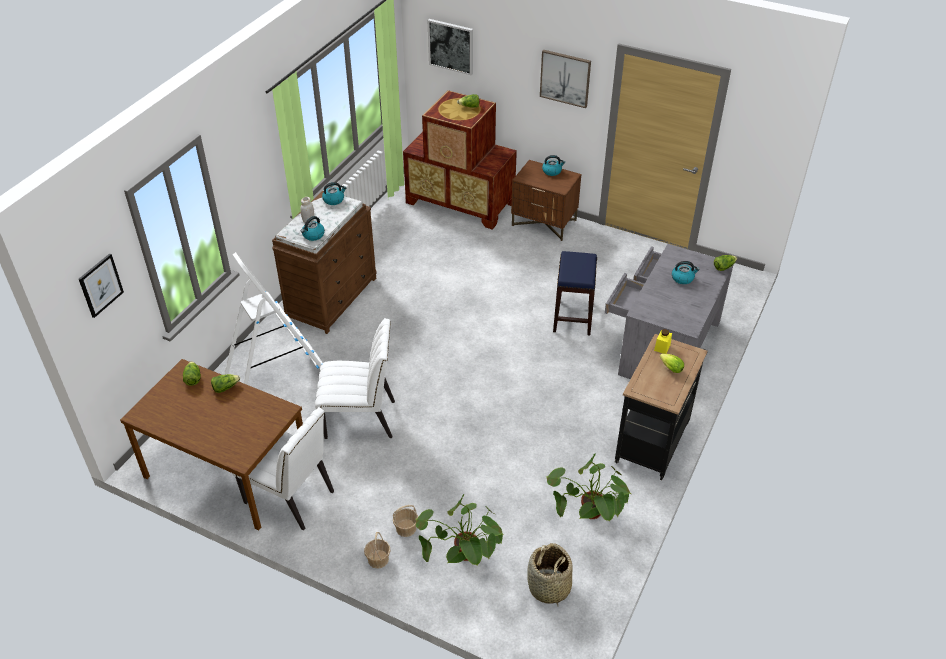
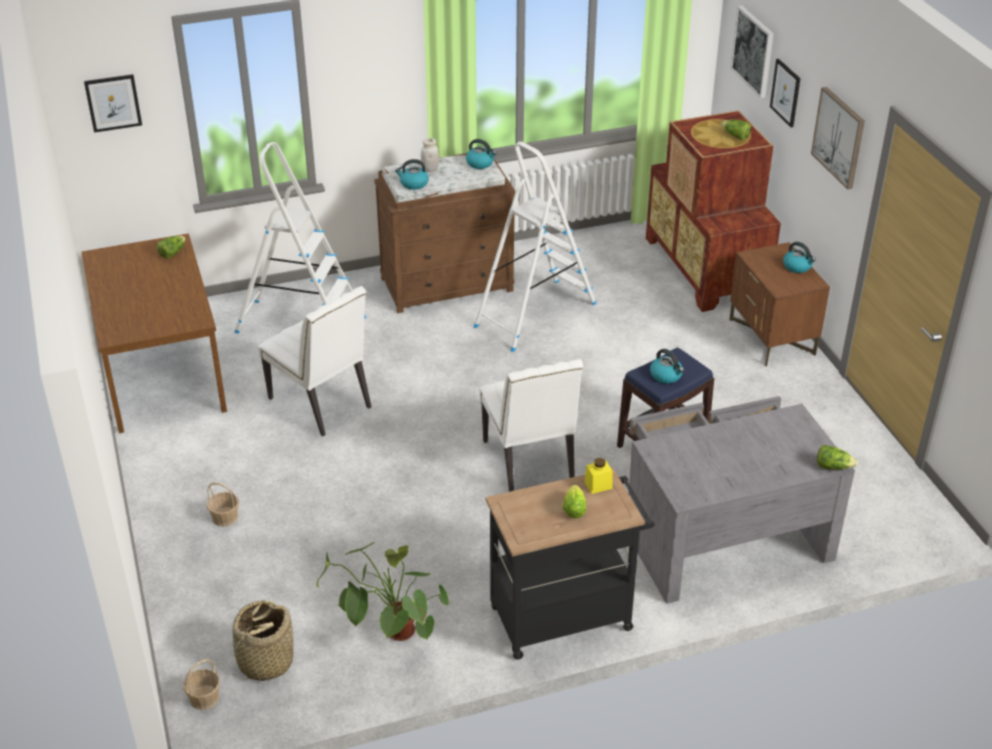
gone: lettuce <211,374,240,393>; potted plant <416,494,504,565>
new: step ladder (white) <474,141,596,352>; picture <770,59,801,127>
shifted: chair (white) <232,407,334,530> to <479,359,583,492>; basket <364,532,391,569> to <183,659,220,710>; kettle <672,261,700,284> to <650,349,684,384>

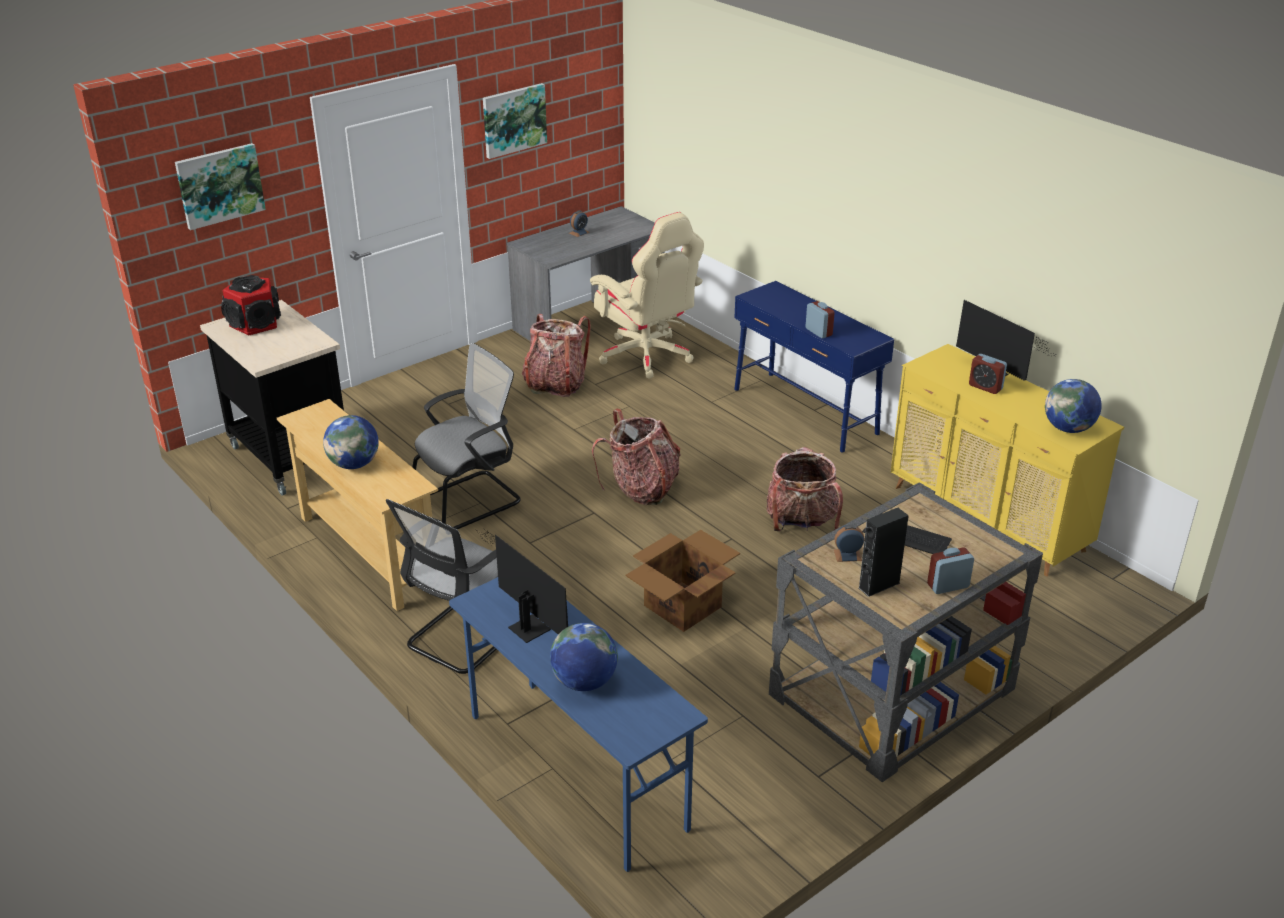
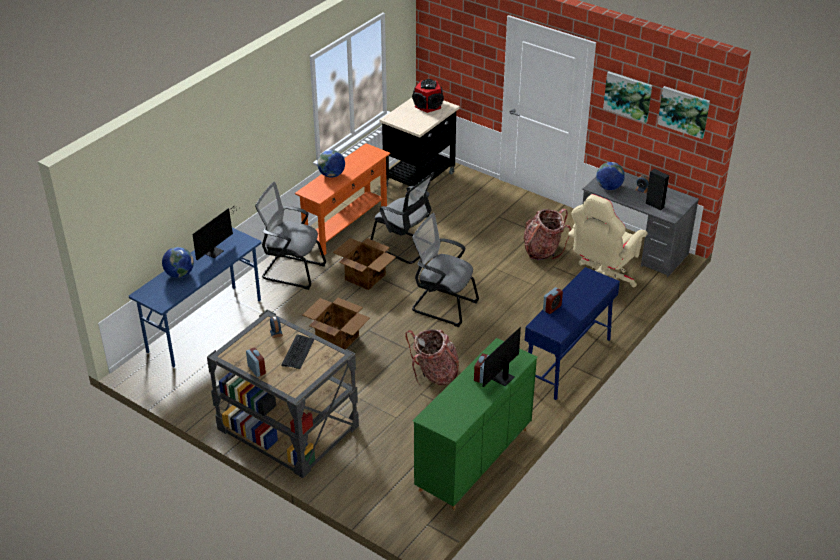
new: cardboard box <333,238,396,290>
shifted: picture <175,143,266,230> to <658,86,710,139>; speaker (black) <859,508,909,597> to <646,169,669,211>; globe <1045,379,1102,433> to <596,162,625,190>
swapped: backpack <592,408,681,505> to chair <412,213,479,327>
repainted: console table (beige) <277,399,438,611> to console table (orange) <295,143,390,255>; cabinet (yellow) <891,344,1124,577> to cabinet (green) <413,338,538,510>

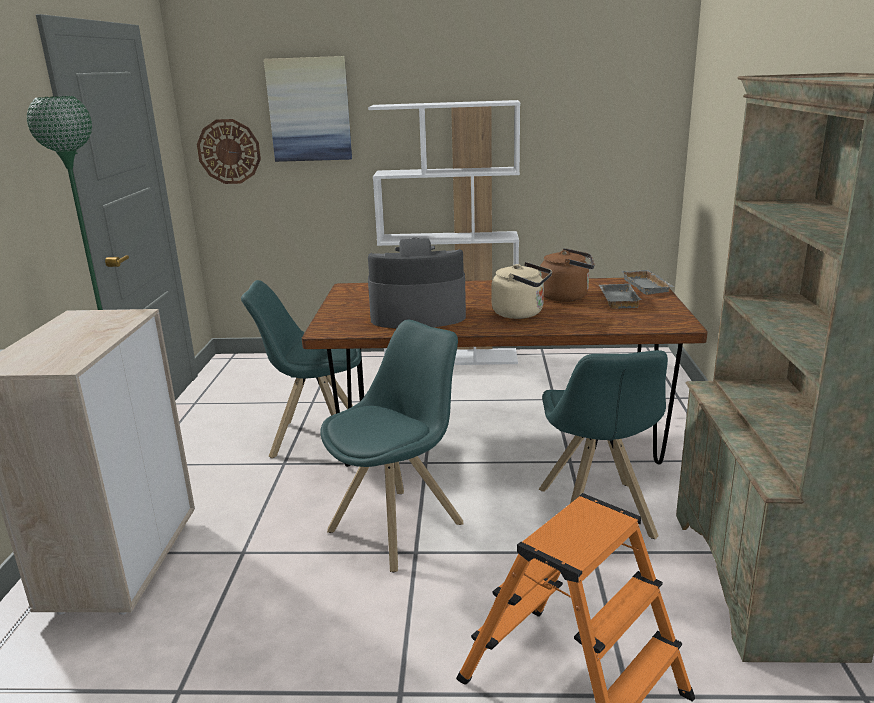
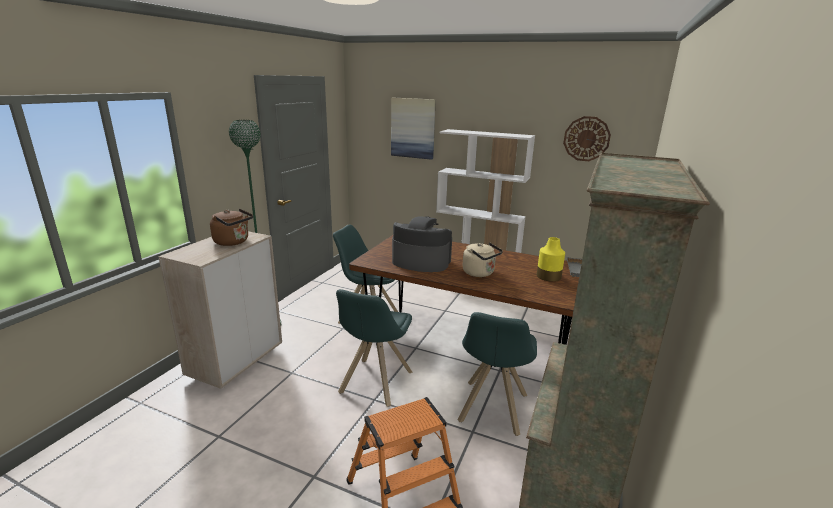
shifted: wall clock <197,119,261,184> to <563,116,611,161>; kettle (brown) <539,248,595,302> to <210,209,253,246>
swapped: tray (grey) <599,283,642,309> to vase (yellow) <537,237,565,282>
rotated: chair (turquoise) <320,320,463,572> = <336,289,413,407> 135 degrees clockwise

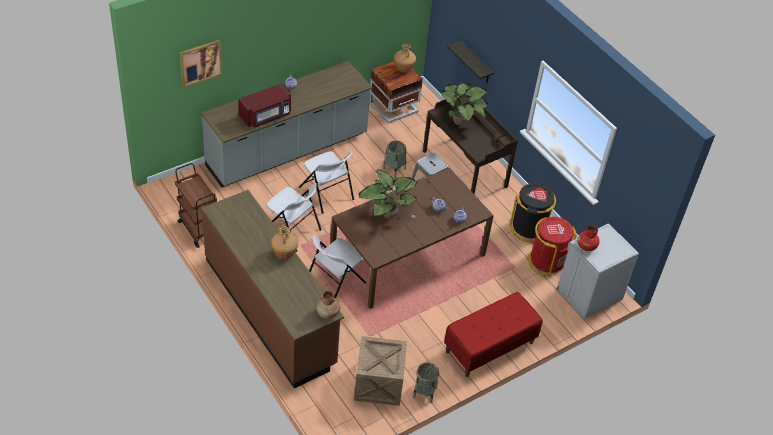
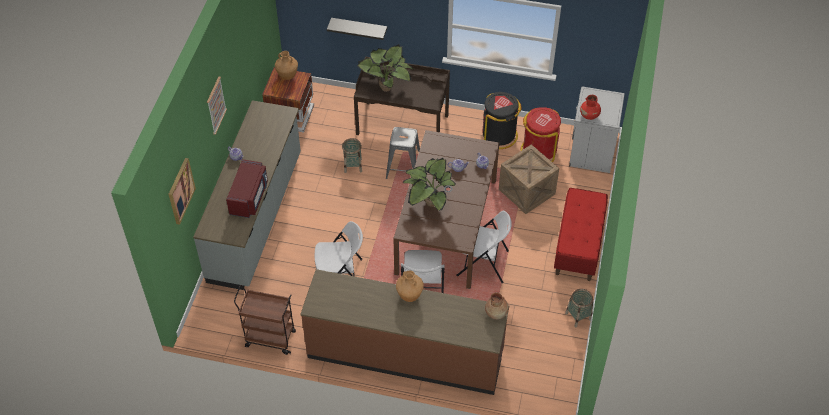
new: picture <207,77,227,135>
shifted: chair (white) <299,151,354,214> to <457,211,512,284>; crate <354,336,407,406> to <499,144,559,214>

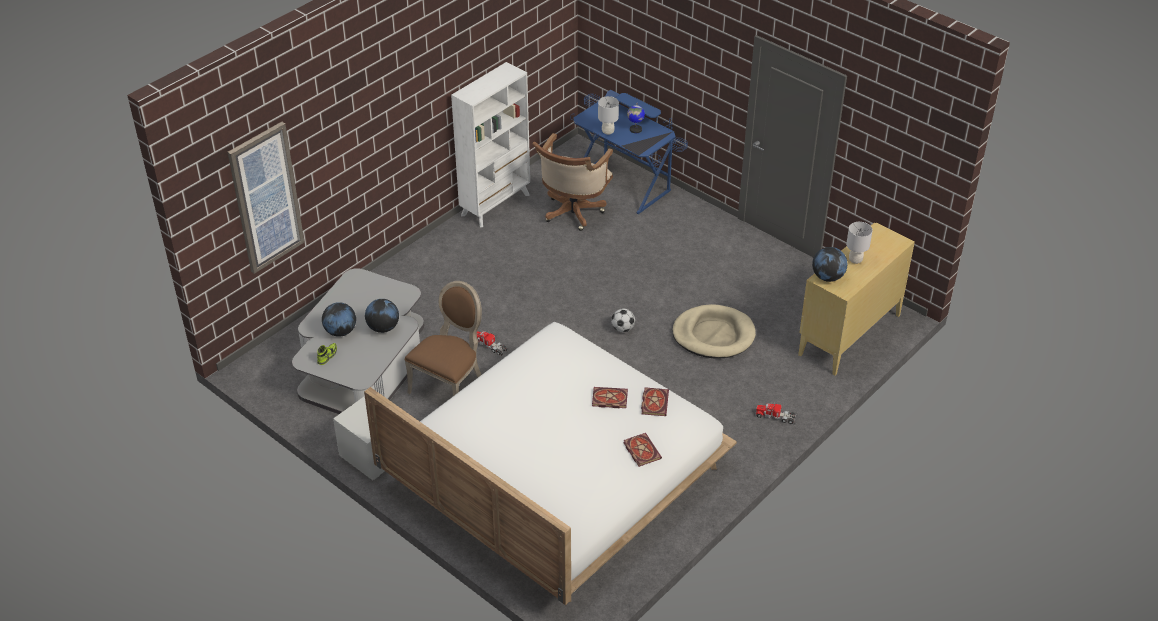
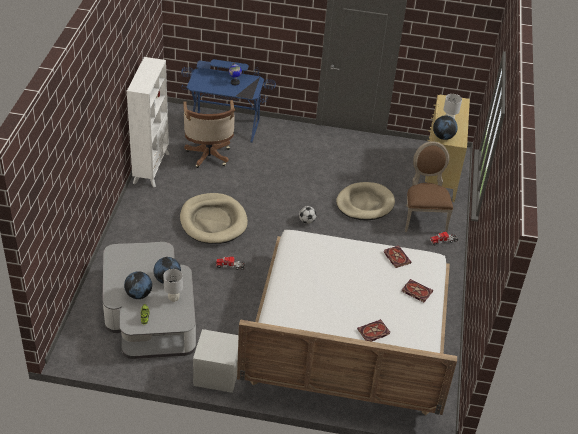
gone: picture <228,122,305,274>
new: dog bed (beige) <180,193,248,244>
shifted: chair (brown) <405,281,482,396> to <405,141,453,232>; book <592,387,628,408> to <357,319,390,341>; table lamp (grey) <598,96,619,135> to <163,269,183,302>

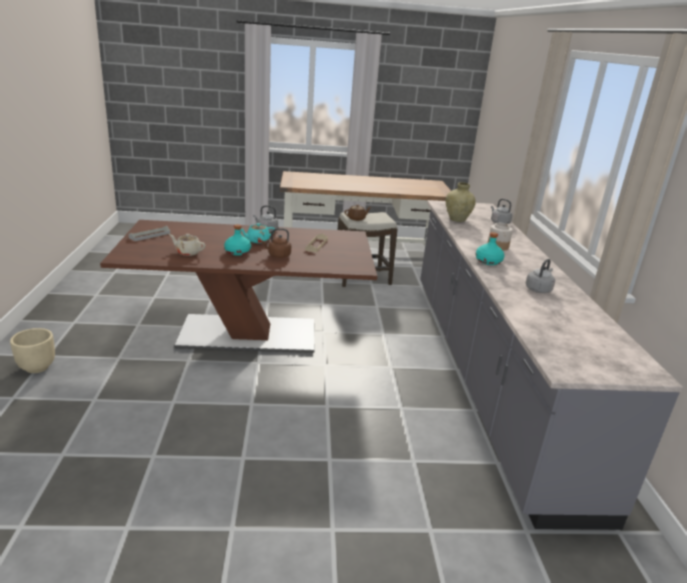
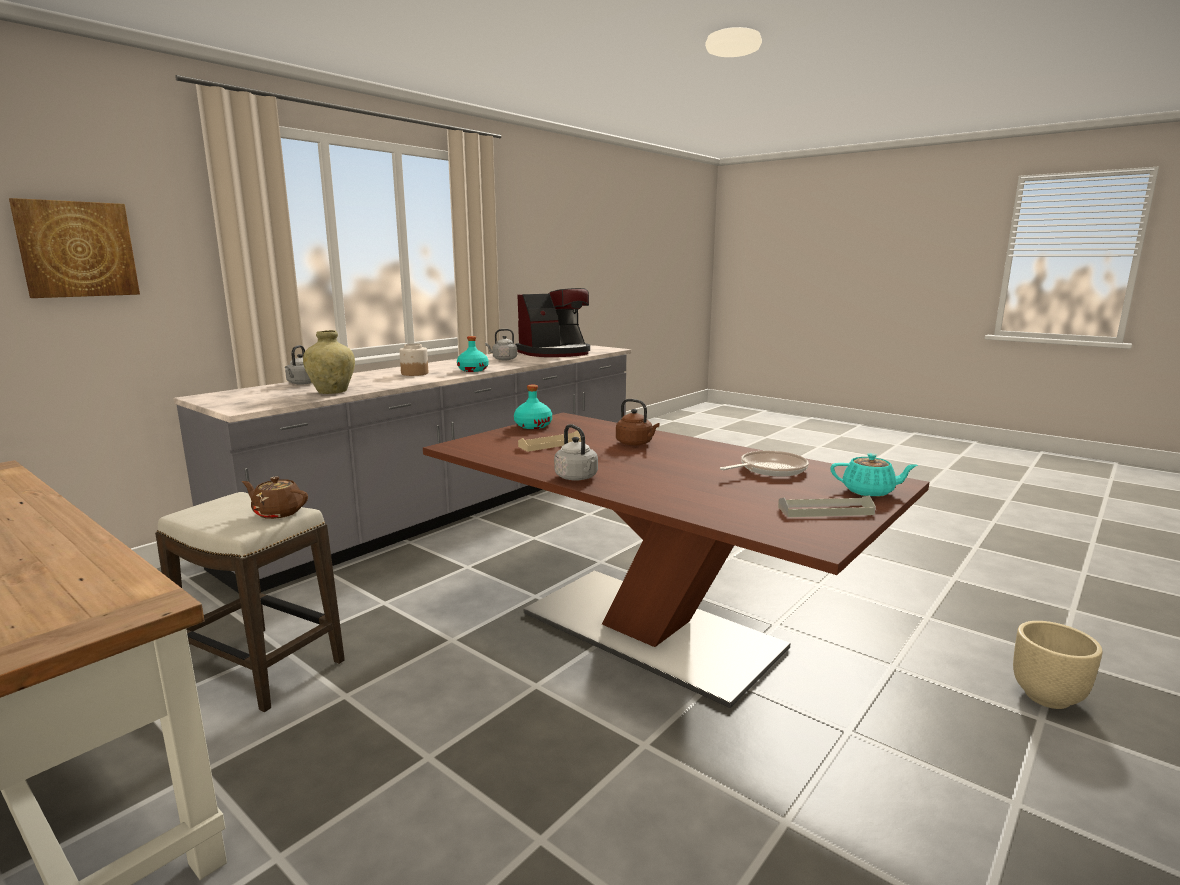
new: picture <9,198,140,298>; coffee machine <515,288,590,357>
shifted: bottle (turquoise) <224,224,251,256> to <514,385,552,429>; teapot (turquoise) <241,223,275,243> to <830,453,918,497>
swapped: teapot (beige) <169,234,205,256> to frying pan <720,451,809,477>

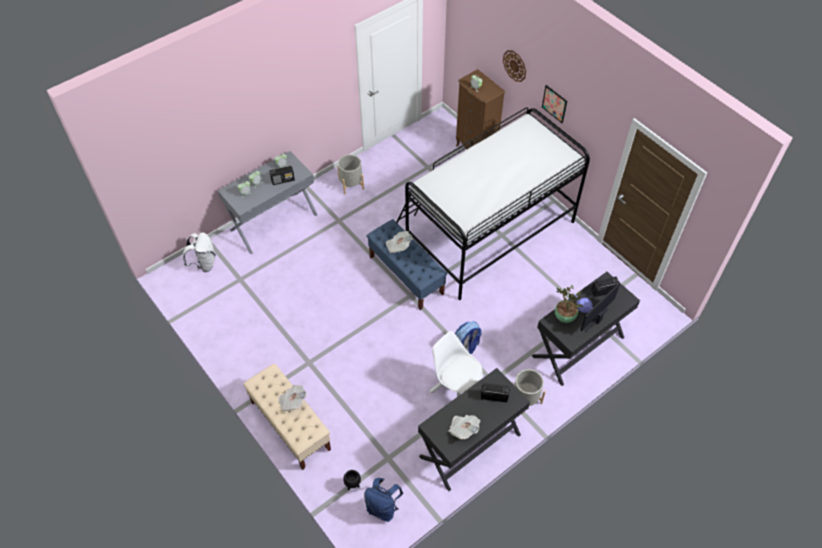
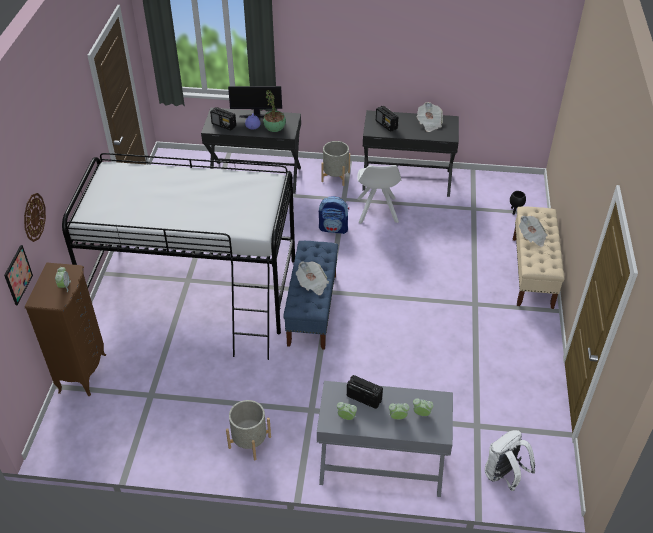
gone: backpack (blue) <364,478,403,522>
shifted: picture <542,85,567,123> to <4,245,33,305>

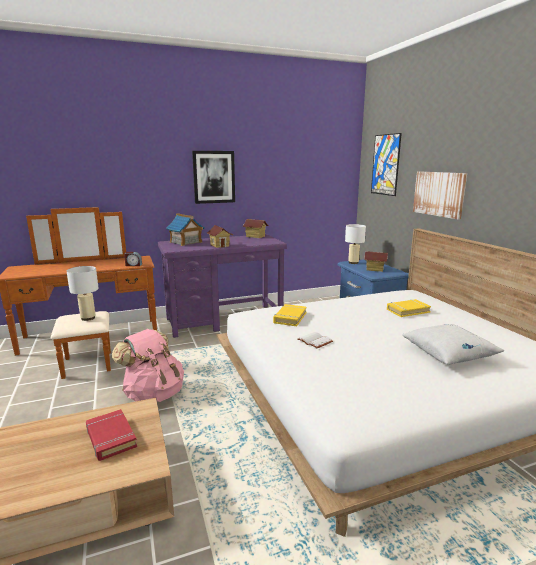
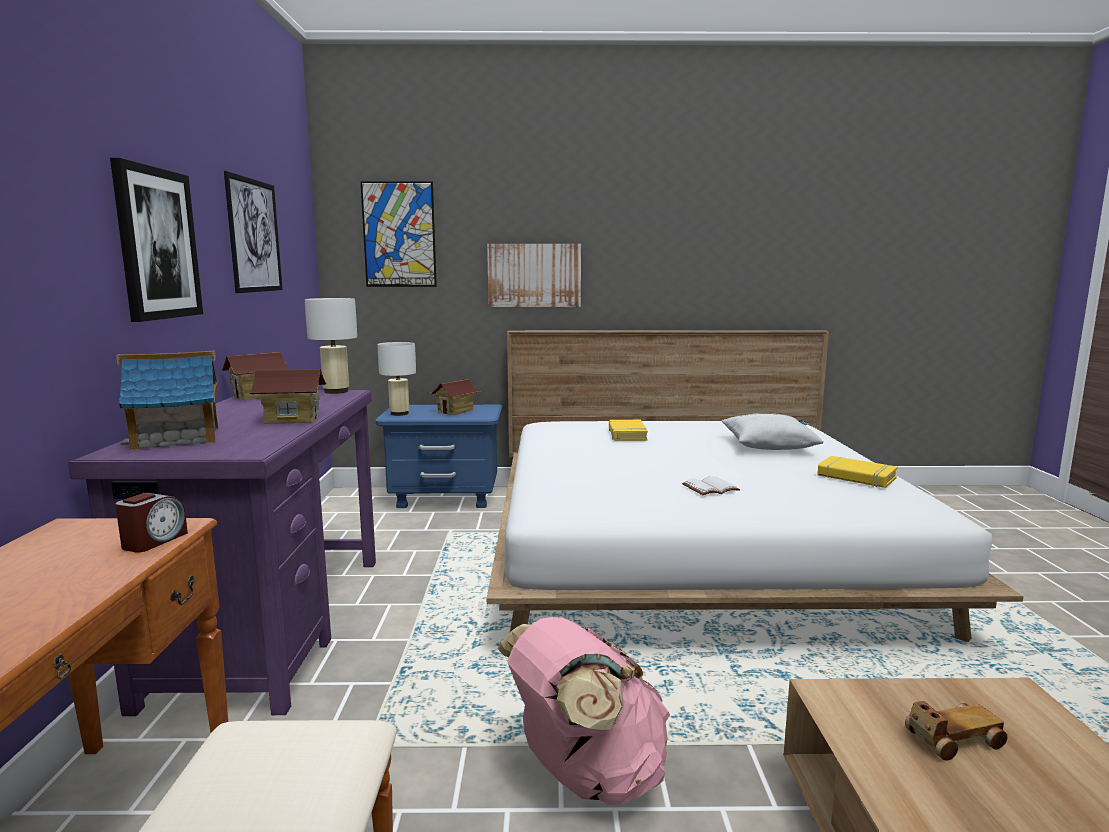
new: picture <224,171,283,293>
shifted: table lamp (white) <67,266,99,321> to <305,298,357,394>; book (yellow) <273,304,307,326> to <817,456,898,488>
swapped: book (red) <86,409,137,461> to toy car <905,701,1008,760>

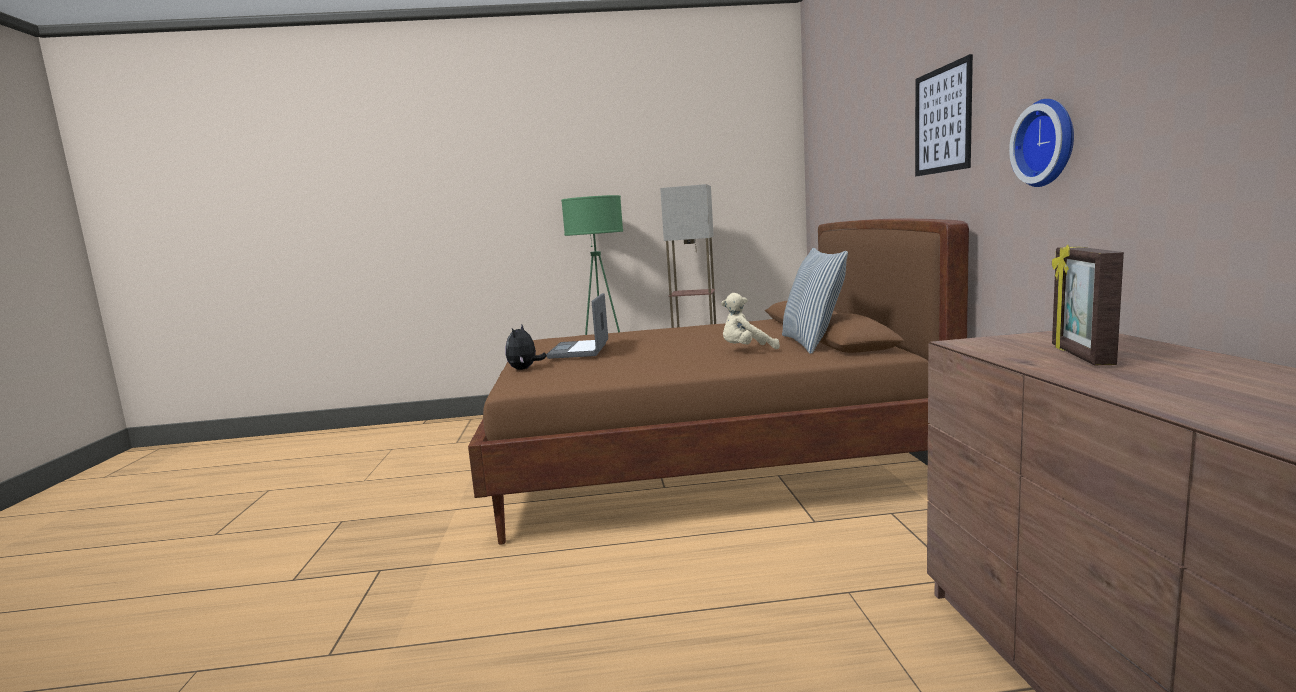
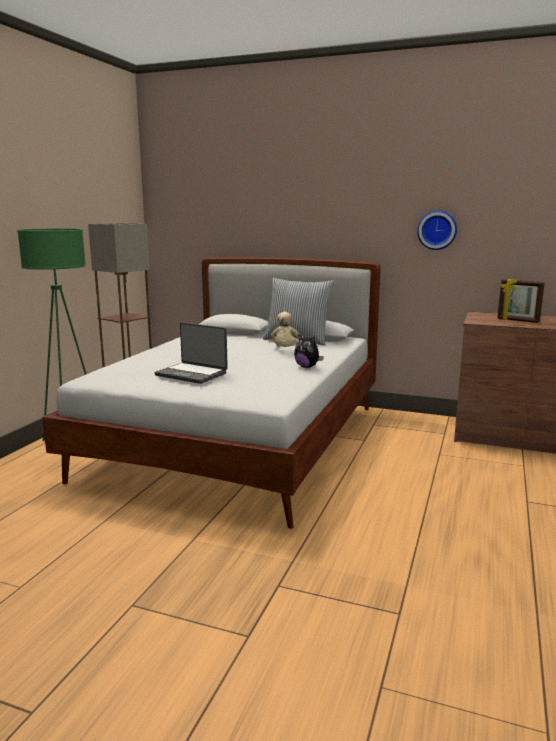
gone: picture <915,54,973,176>
shifted: plush toy <505,325,547,370> to <294,334,324,368>
repainted: bed (brown) <468,219,969,545> to bed (white) <42,257,381,529>

